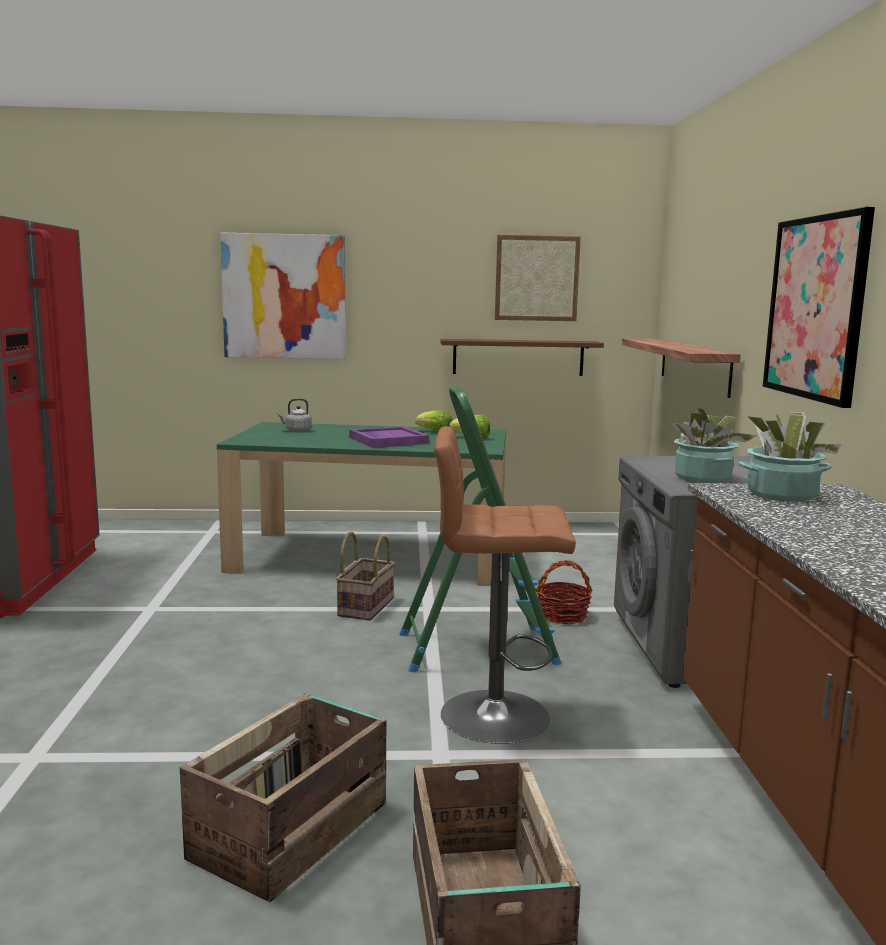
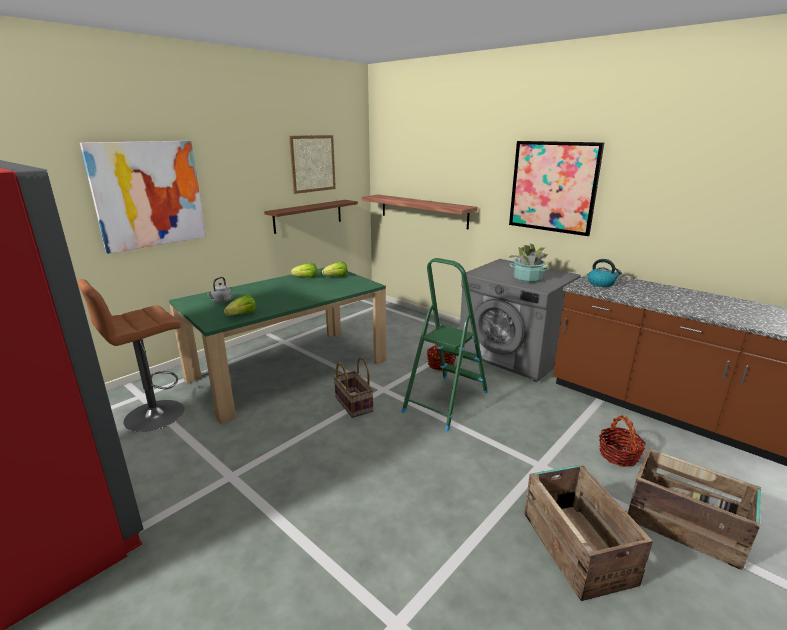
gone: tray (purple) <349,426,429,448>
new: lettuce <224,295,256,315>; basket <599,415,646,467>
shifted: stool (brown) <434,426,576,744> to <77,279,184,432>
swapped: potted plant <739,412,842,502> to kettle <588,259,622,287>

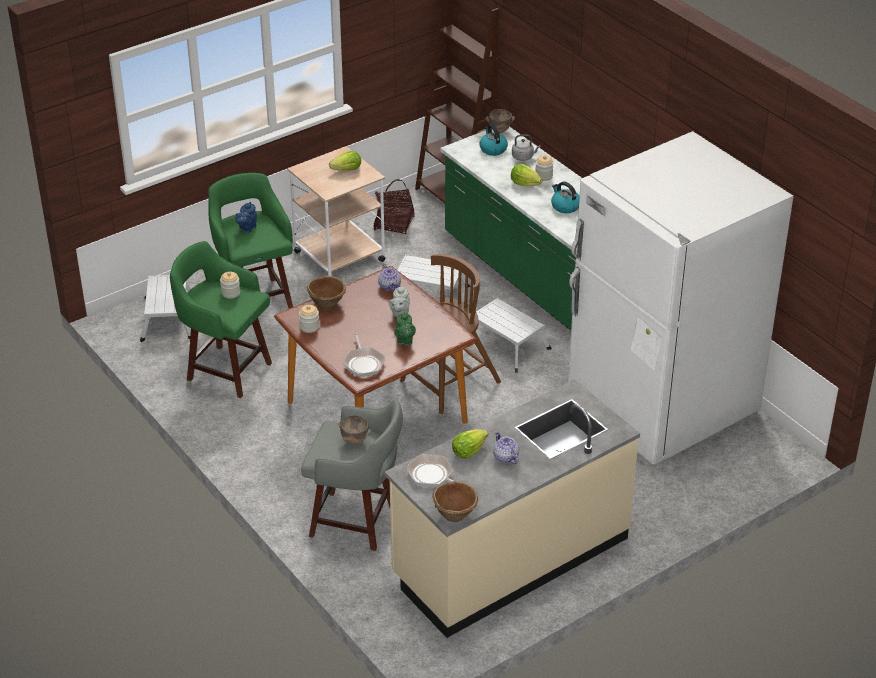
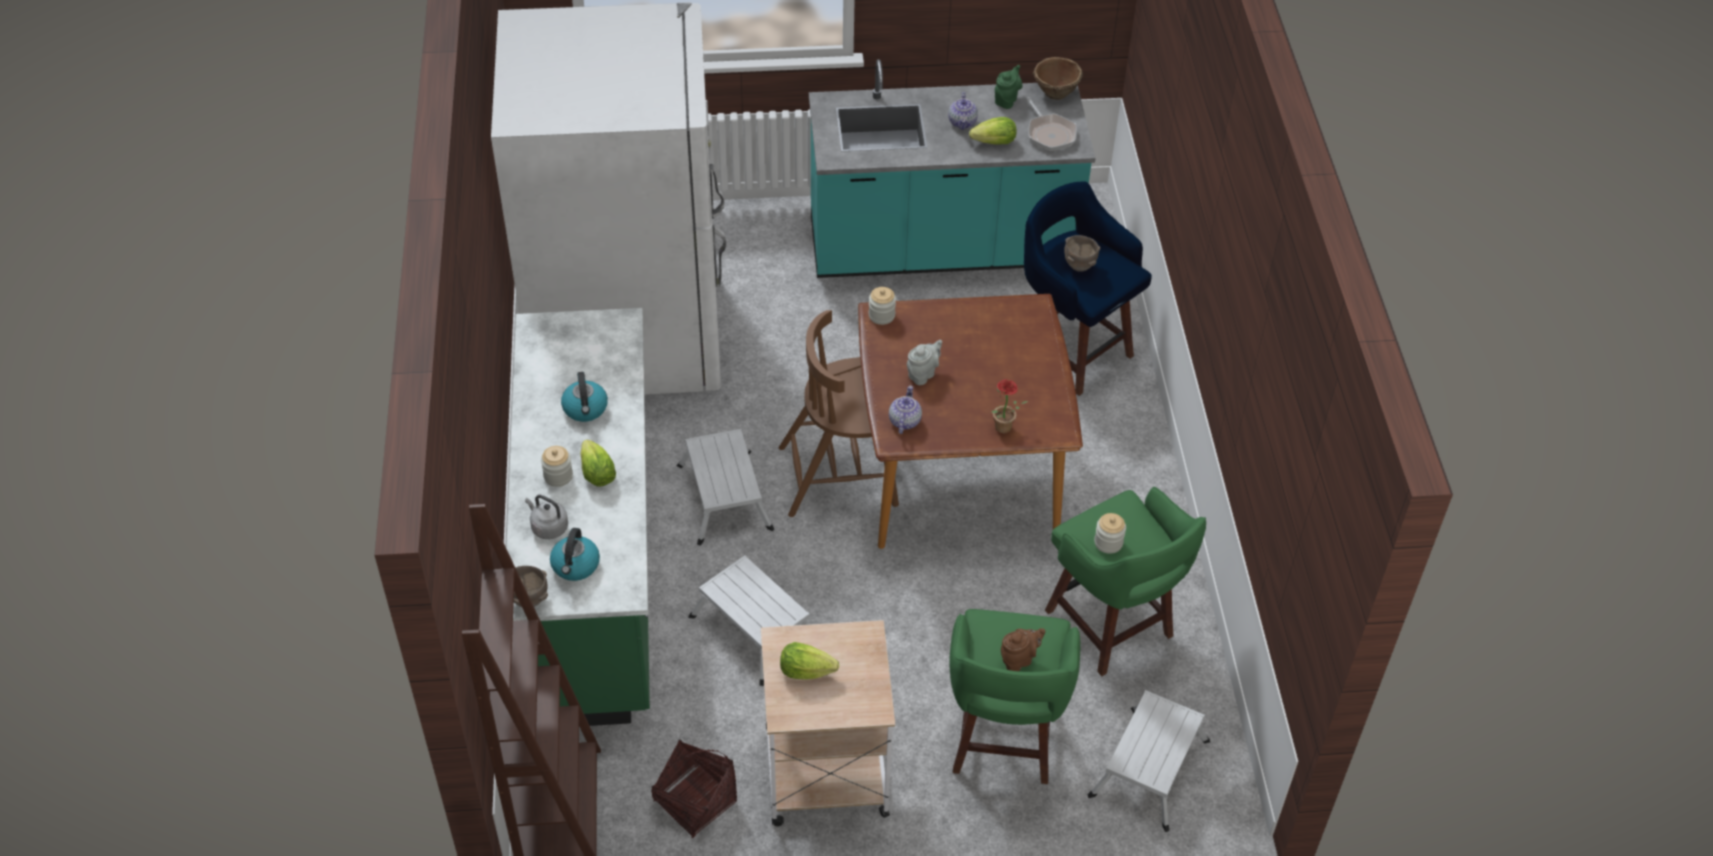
gone: frying pan <343,333,386,377>
shifted: jar <299,305,319,333> to <869,287,896,325>; teapot (green) <394,311,416,346> to <995,65,1023,109>
swapped: bowl (brown) <307,276,346,310> to potted plant <991,379,1028,434>
repainted: teapot (blue) <235,202,257,233> to teapot (brown) <1001,628,1045,671>; stool (grey) <301,399,403,551> to stool (blue) <1024,182,1152,396>; counter (beige) <384,379,640,638> to counter (turquoise) <809,59,1095,278>

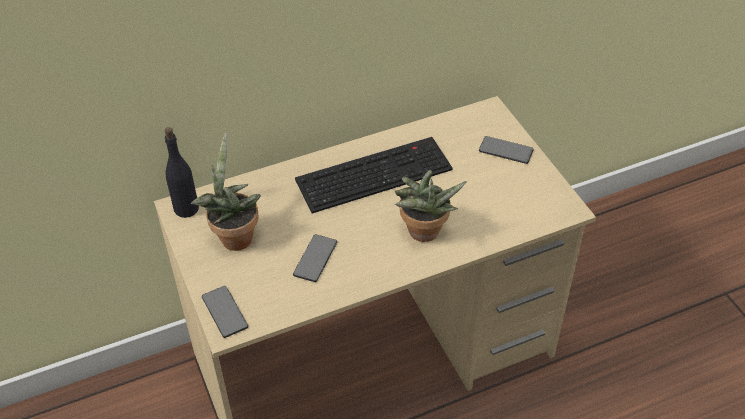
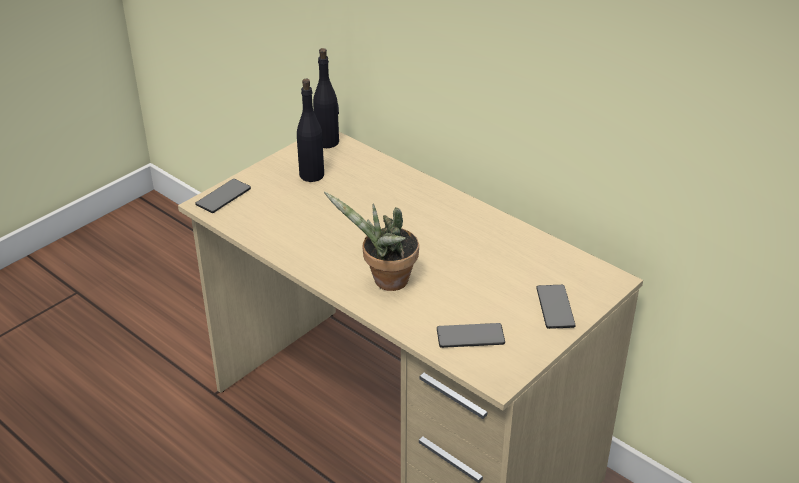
gone: keyboard <295,137,453,213>
shifted: phone <293,234,337,282> to <437,323,505,348>
swapped: potted plant <191,133,261,251> to bottle (black) <297,79,324,182>

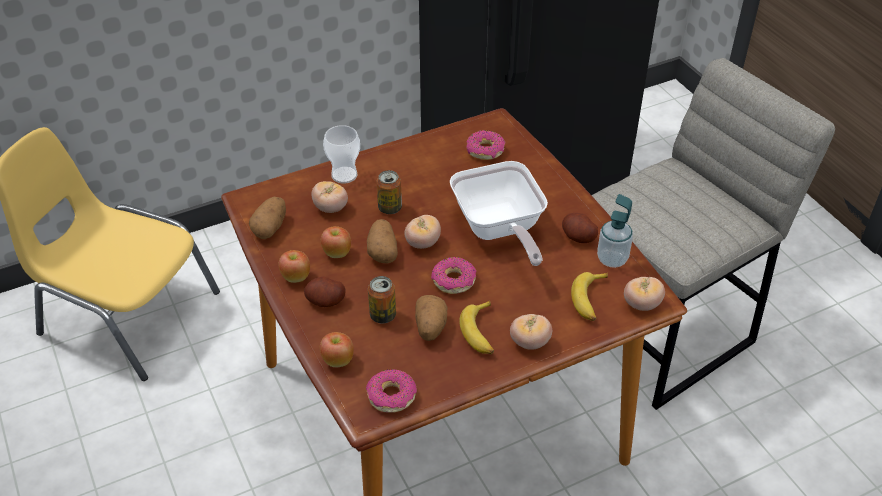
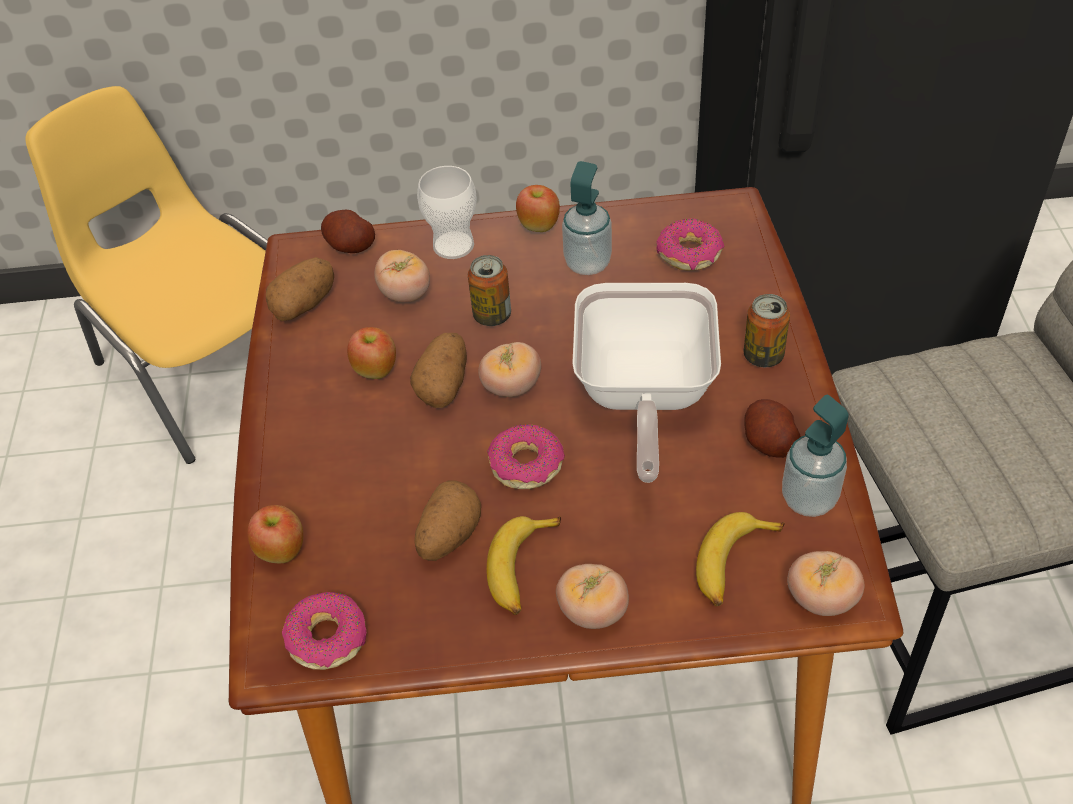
new: soap dispenser <562,161,612,275>
shifted: apple <278,250,310,283> to <516,185,560,232>; potato <304,277,346,307> to <321,210,375,253>; can <368,276,396,323> to <744,294,790,367>

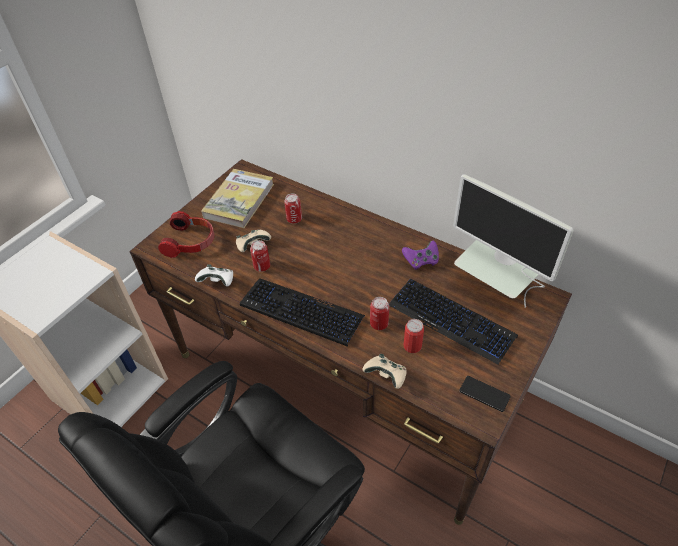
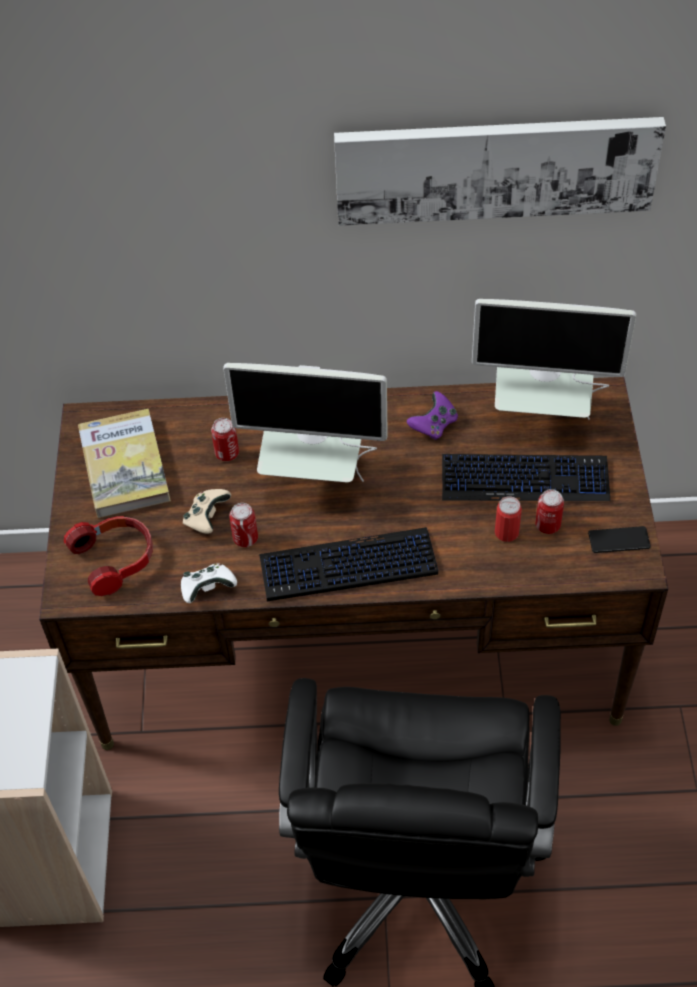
gone: game controller (beige) <362,354,407,389>
new: monitor <223,363,388,482>; picture <334,117,666,226>
shifted: can <370,297,389,330> to <535,489,564,534>

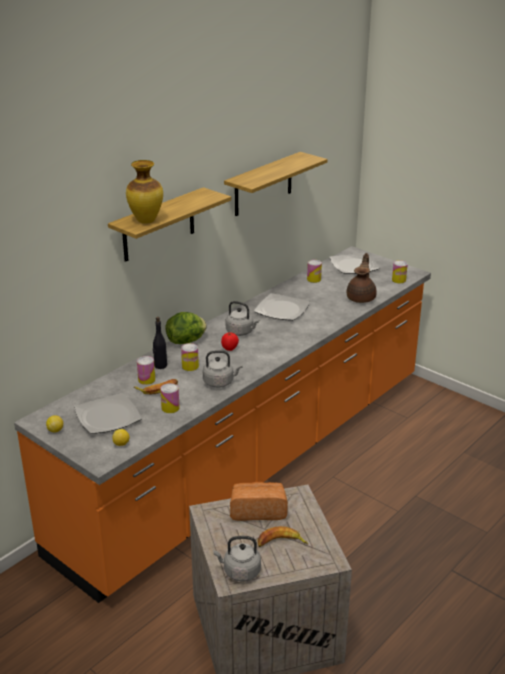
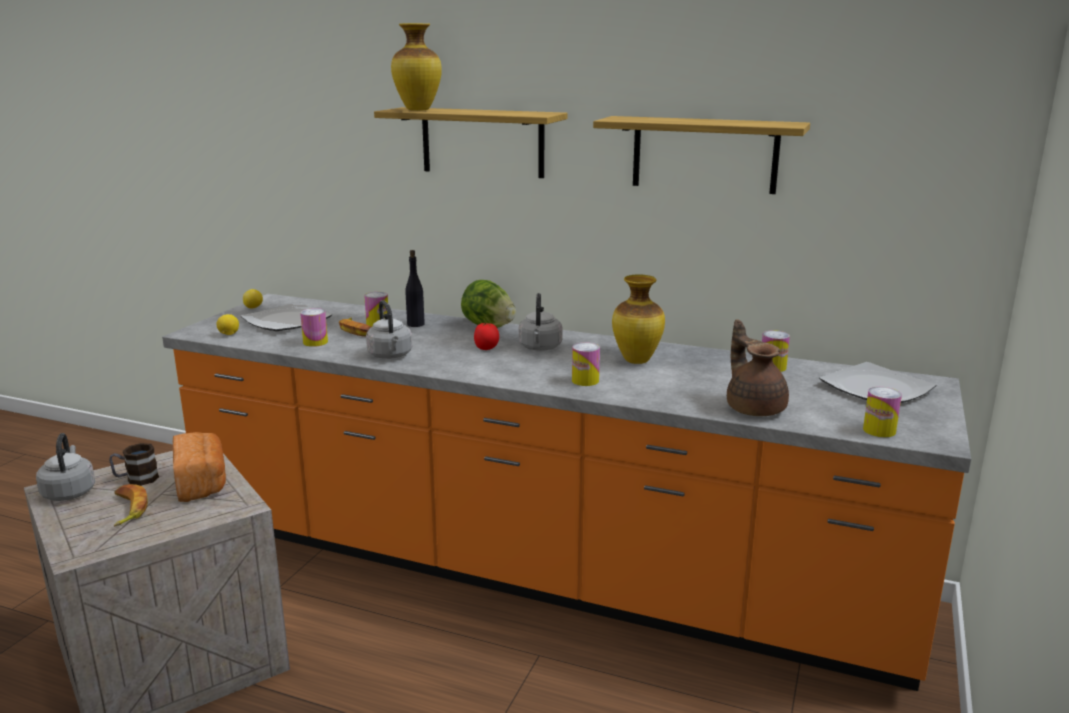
new: mug <109,443,159,486>
shifted: can <181,343,199,371> to <572,342,600,386>
swapped: plate <254,293,310,321> to vase <612,274,665,364>
rotated: teapot (brown) <347,253,377,303> = <727,319,789,416> 105 degrees counterclockwise

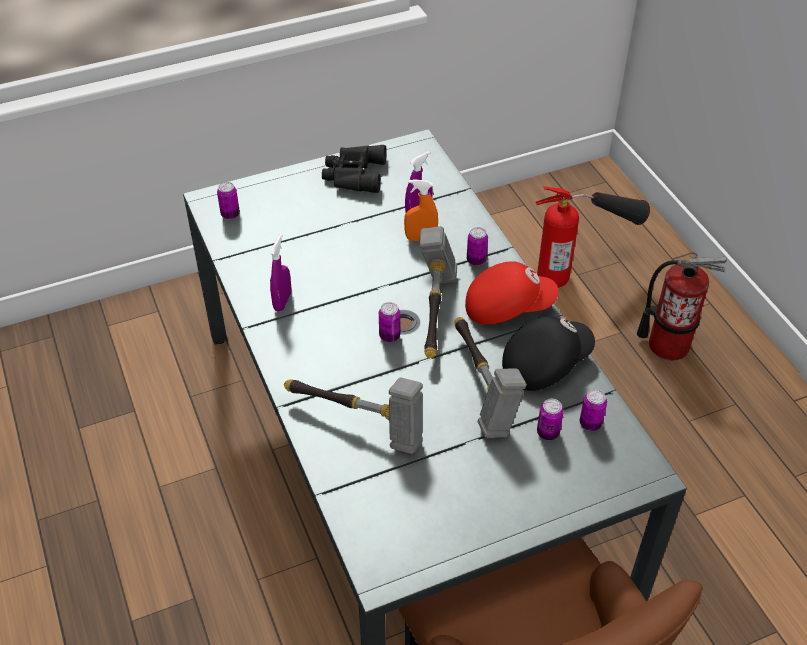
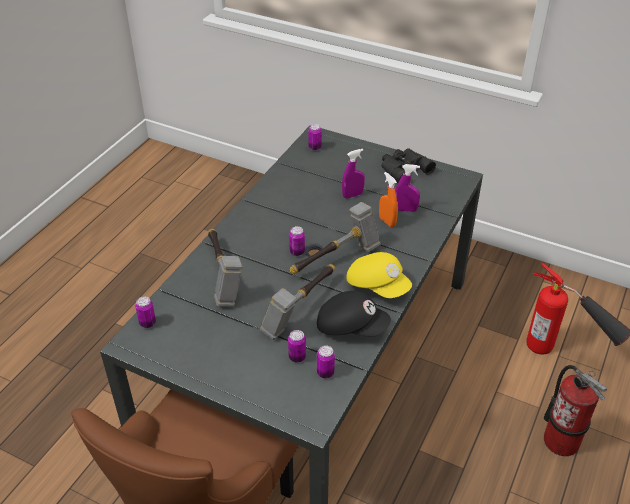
shifted: spray bottle (purple) <270,235,291,311> to <342,149,365,199>; can <467,227,488,266> to <135,297,156,328>
repainted: cap (red) <465,261,558,324> to cap (yellow) <347,252,412,298>

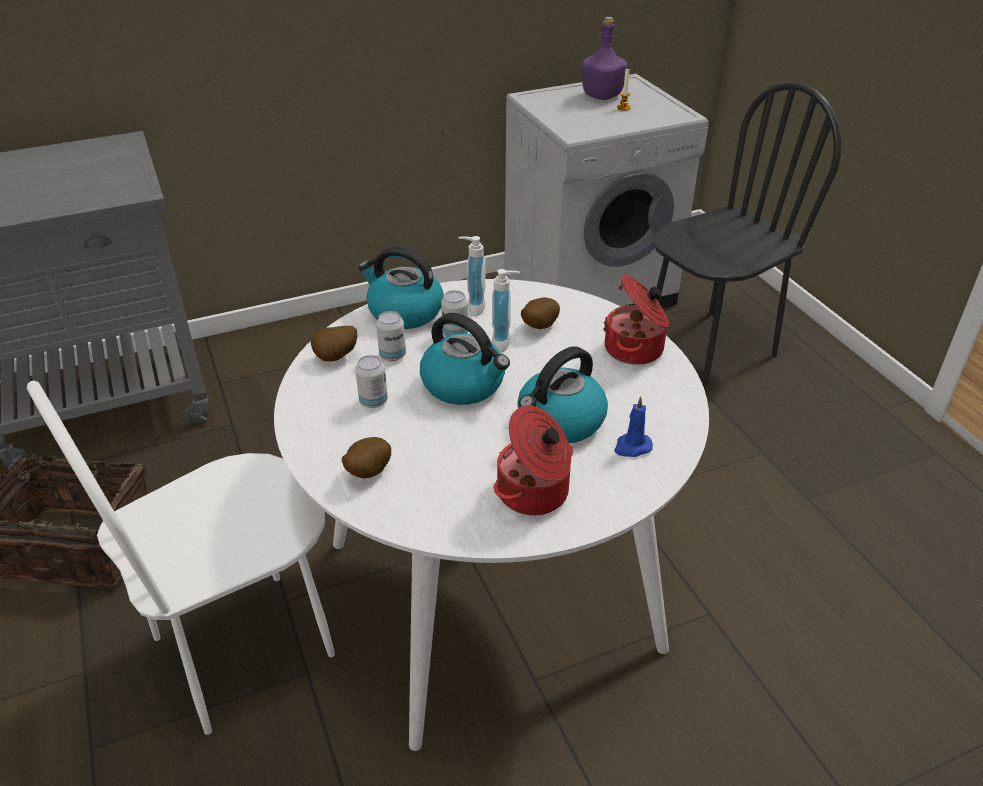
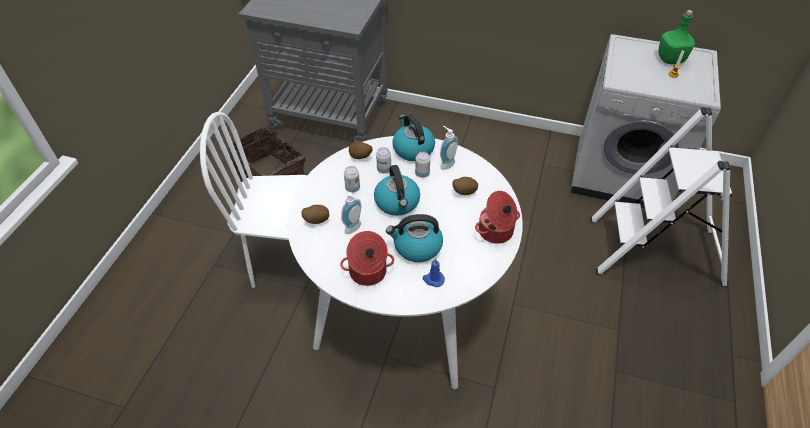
shifted: soap dispenser <492,269,520,353> to <341,192,361,234>
swapped: chair (black) <653,82,842,386> to step ladder (white) <590,107,733,287>
repainted: bottle (purple) <582,17,628,100> to bottle (green) <659,10,695,64>

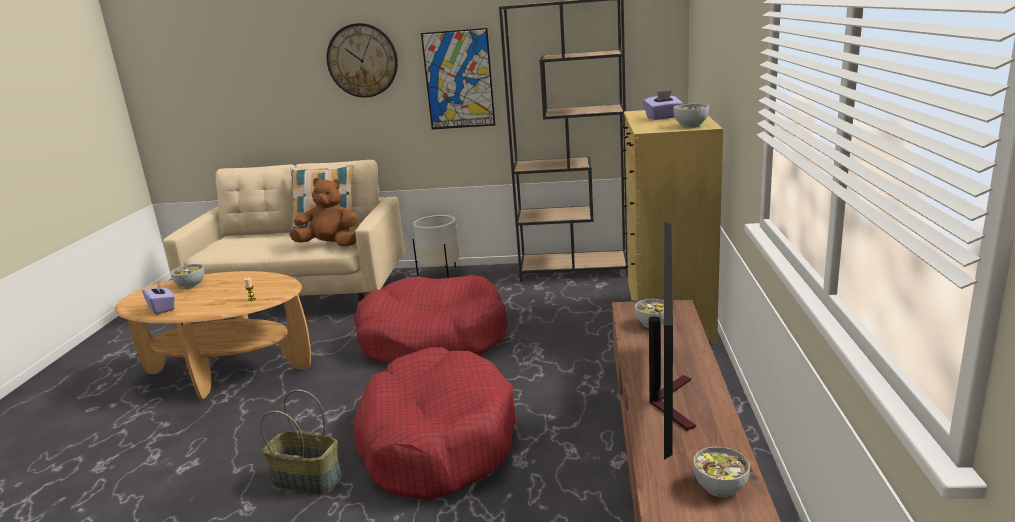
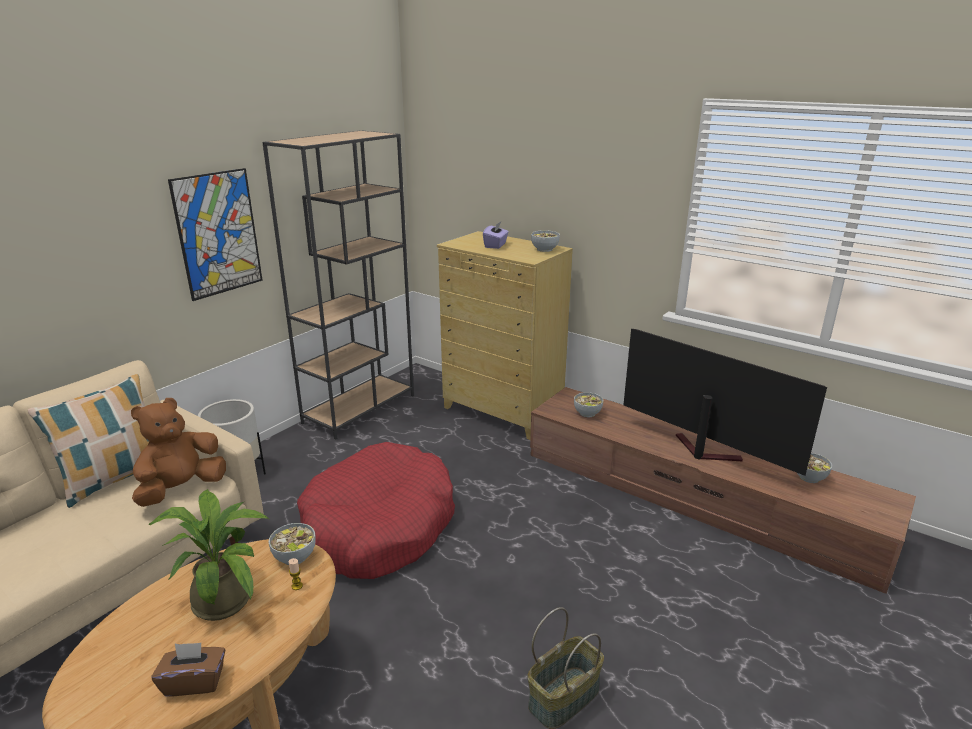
gone: wall clock <327,23,398,97>; dog bed (red) <354,347,515,500>
new: potted plant <149,489,269,621>
shifted: bowl <170,264,205,289> to <269,523,316,565>
repainted: tissue box (purple) <142,281,175,315> to tissue box (brown) <151,643,225,696>

